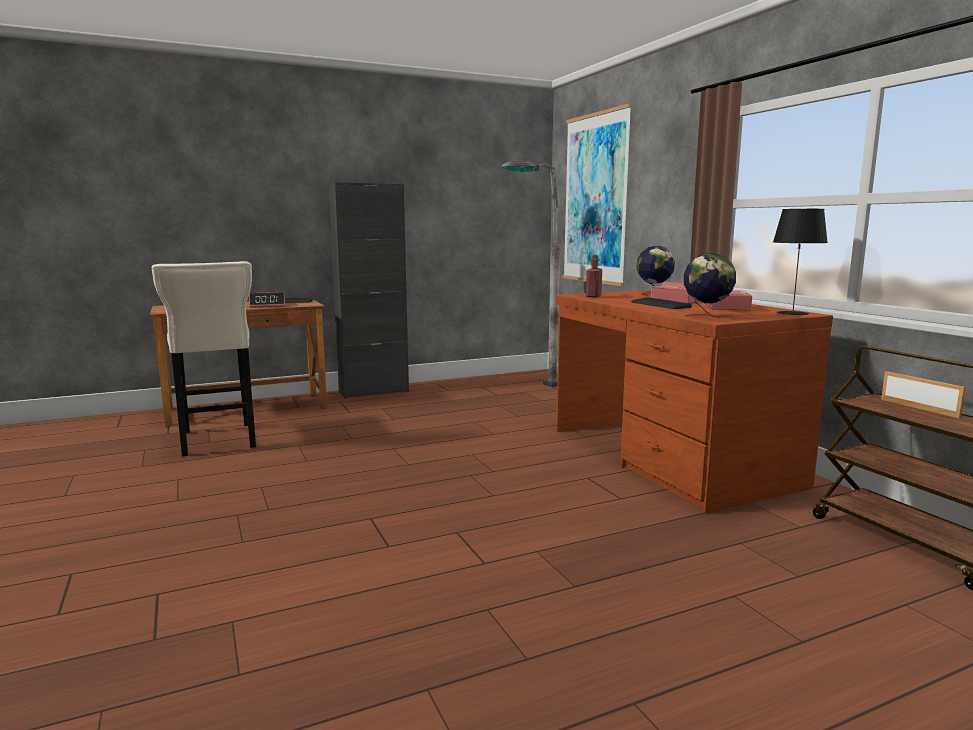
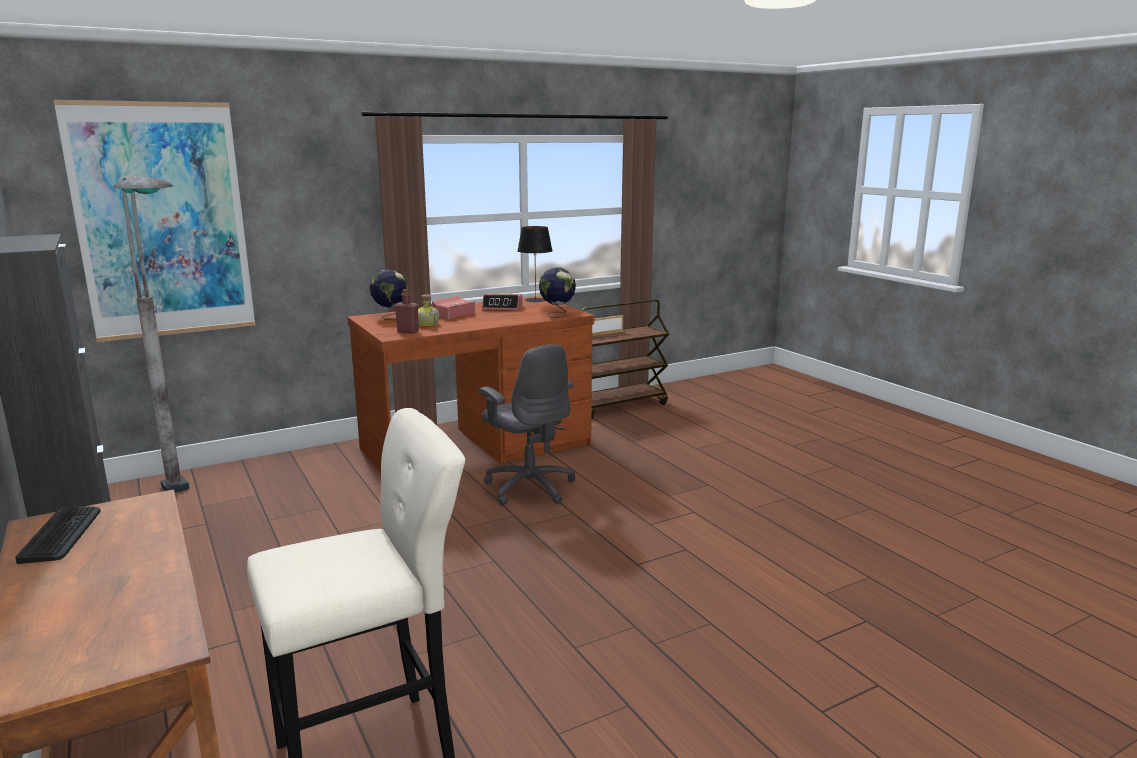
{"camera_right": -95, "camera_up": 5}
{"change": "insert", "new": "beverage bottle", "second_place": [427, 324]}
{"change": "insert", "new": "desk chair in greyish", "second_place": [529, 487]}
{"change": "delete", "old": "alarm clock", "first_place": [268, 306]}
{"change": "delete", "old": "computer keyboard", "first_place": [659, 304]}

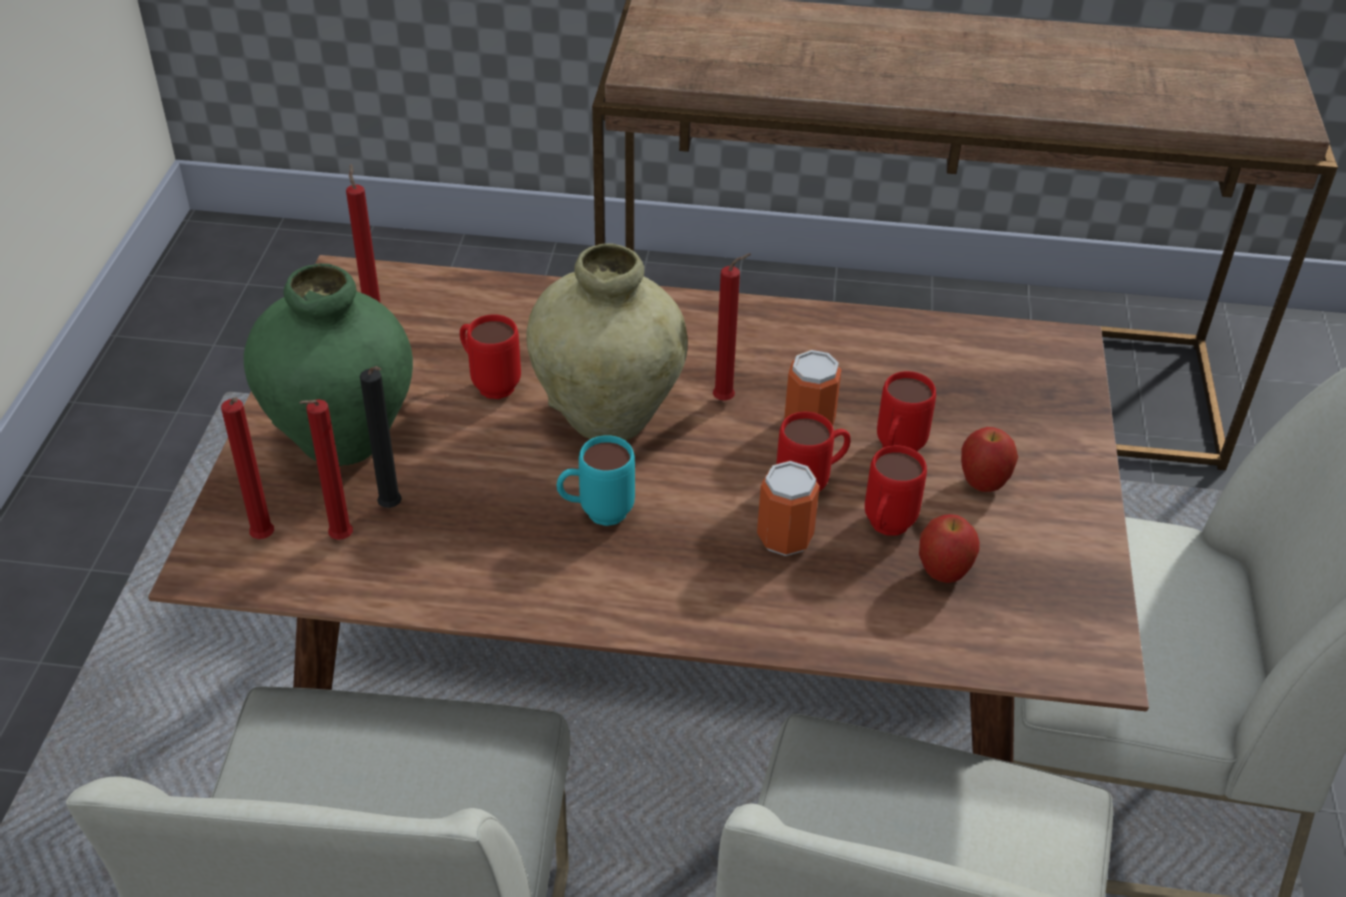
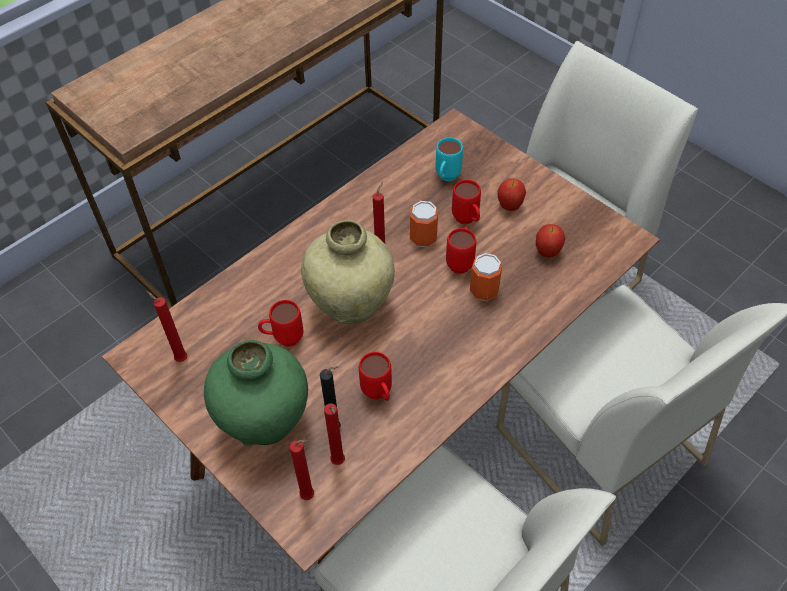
{"camera_right": -50, "camera_up": 10}
{"change": "move", "old": "coffee mug in red", "first_place": [885, 530], "second_place": [379, 395]}
{"change": "move", "old": "coffee mug in turquoise", "first_place": [596, 514], "second_place": [446, 178]}

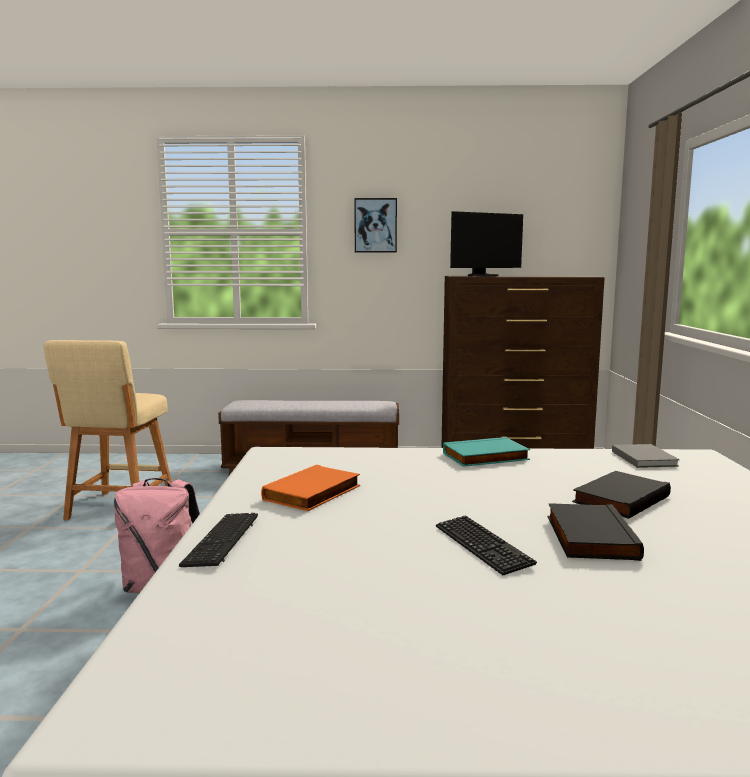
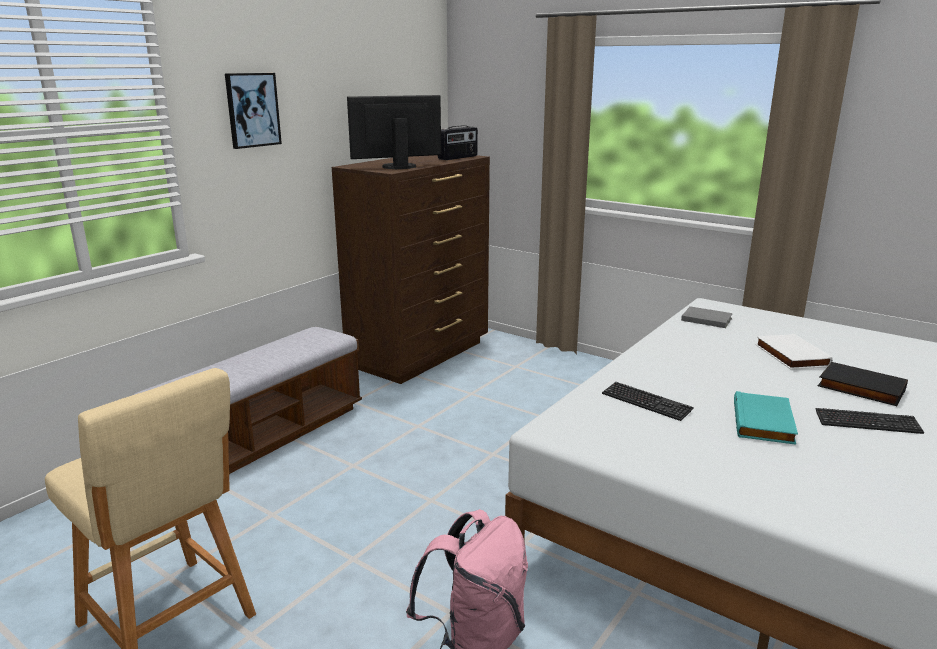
{"camera_right": -55, "camera_up": 10}
{"change": "rotate", "old": "computer screen", "first_place": [484, 276], "second_place": [398, 166], "degrees": -120}
{"change": "insert", "new": "radio", "second_place": [458, 157]}
{"change": "move", "old": "computer keyboard", "first_place": [222, 541], "second_place": [646, 402]}
{"change": "move", "old": "bound book in turquoise", "first_place": [486, 457], "second_place": [765, 423]}
{"change": "recolor", "old": "bound book in black-coloured", "new": "bound book in white", "first_place": [619, 499], "second_place": [789, 355]}
{"change": "delete", "old": "bound book in orange", "first_place": [313, 493]}

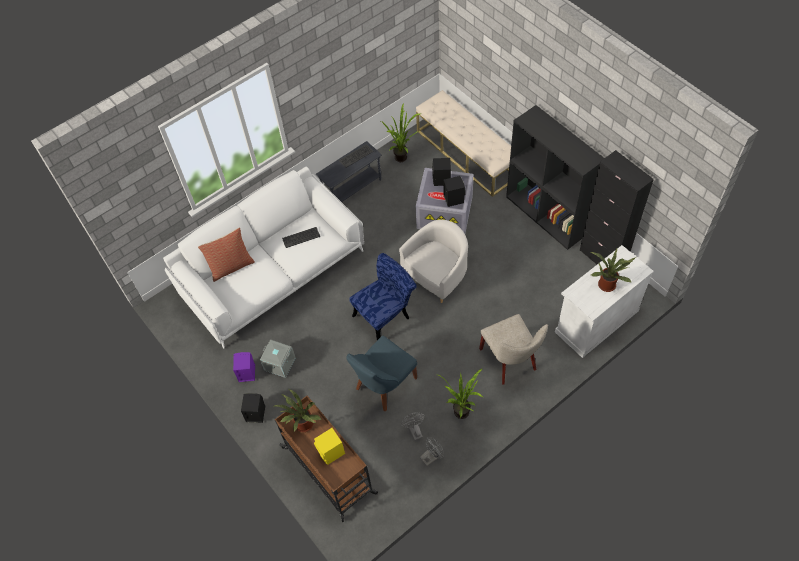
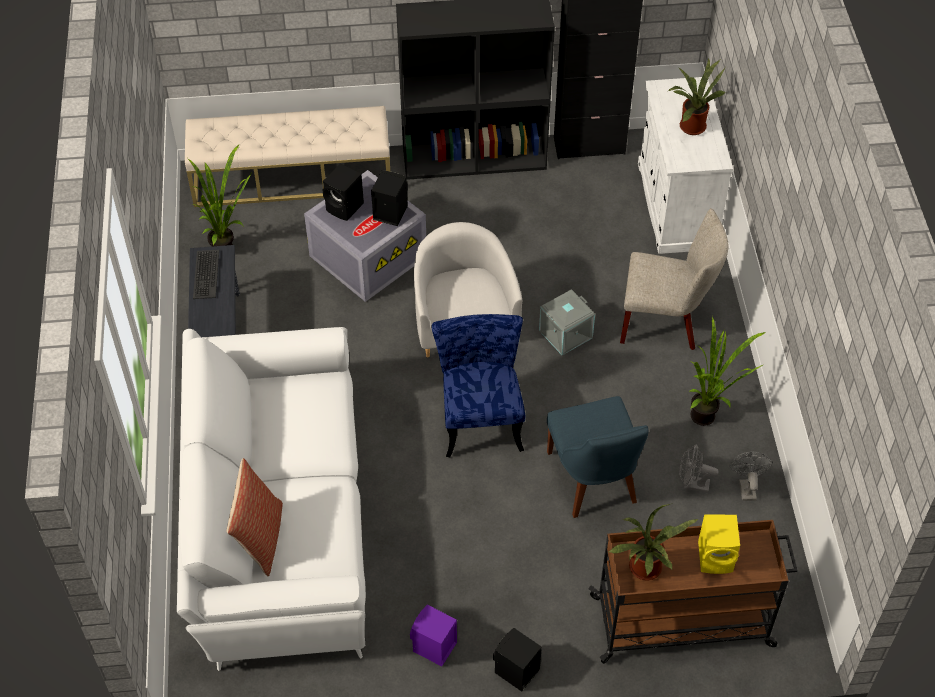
{"camera_right": -60, "camera_up": -5}
{"change": "move", "old": "storage bin in greyish", "first_place": [279, 364], "second_place": [566, 335]}
{"change": "delete", "old": "computer keyboard", "first_place": [301, 237]}

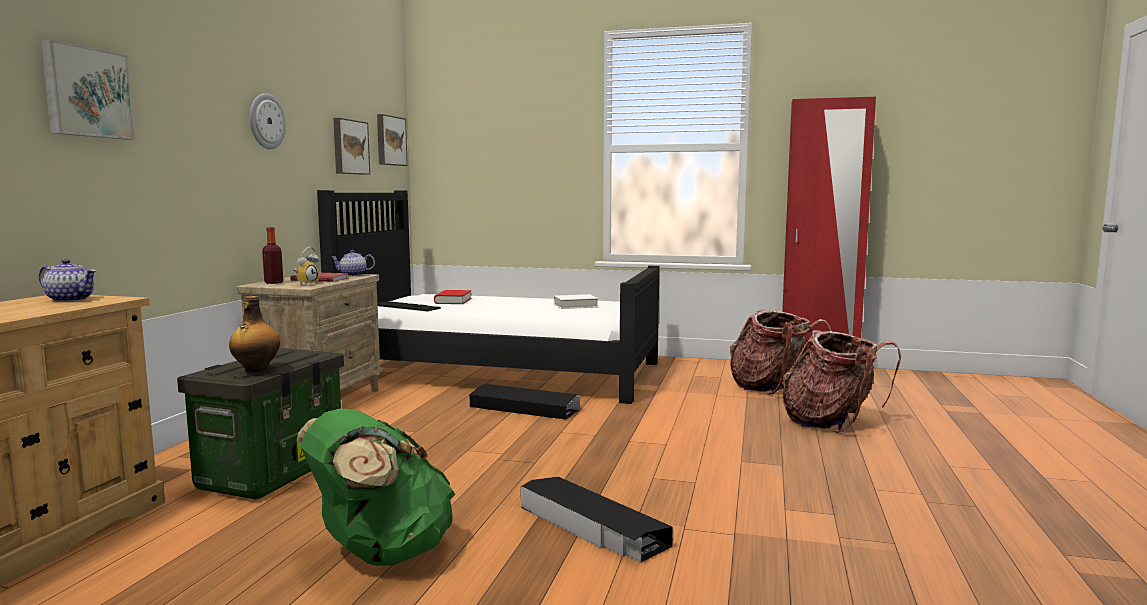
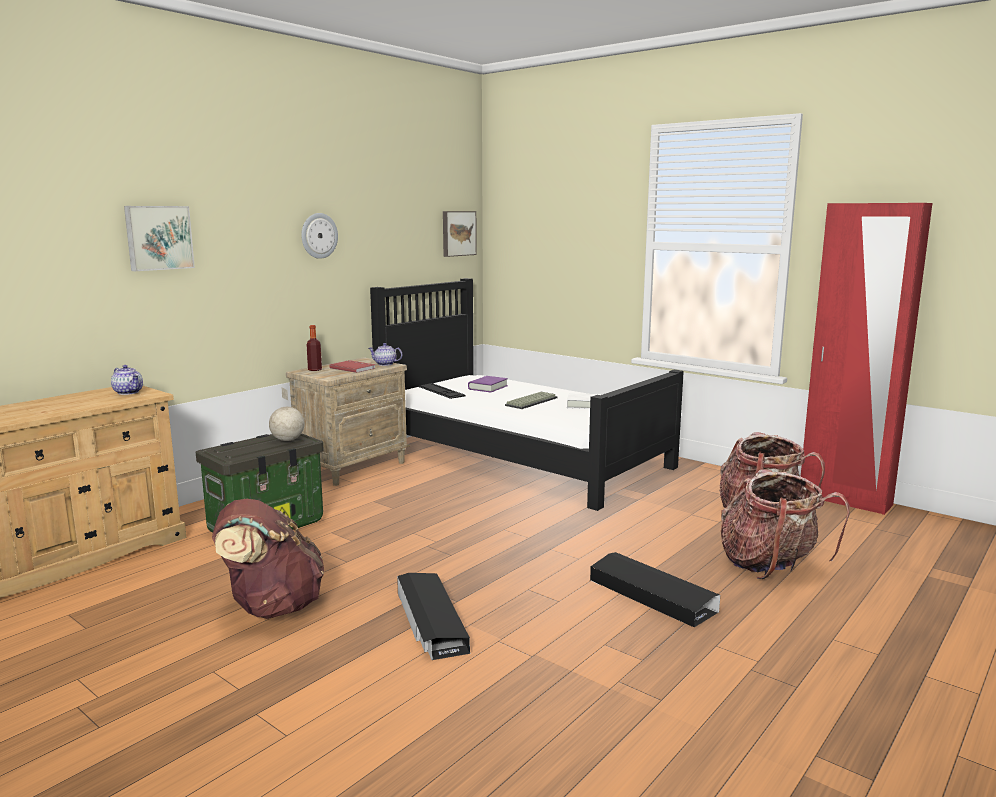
{"camera_right": 25, "camera_up": 5}
{"change": "recolor", "old": "knapsack in greenish", "new": "knapsack in brown", "first_place": [380, 553], "second_place": [272, 607]}
{"change": "insert", "new": "globe", "second_place": [287, 440]}
{"change": "recolor", "old": "bound book in red", "new": "bound book in purplish", "first_place": [453, 301], "second_place": [488, 387]}
{"change": "insert", "new": "computer keyboard", "second_place": [531, 401]}
{"change": "move", "old": "storage bin in black-coloured", "first_place": [524, 408], "second_place": [651, 595]}
{"change": "delete", "old": "beverage bottle", "first_place": [255, 369]}
{"change": "delete", "old": "alarm clock", "first_place": [306, 284]}
{"change": "delete", "old": "picture", "first_place": [349, 147]}

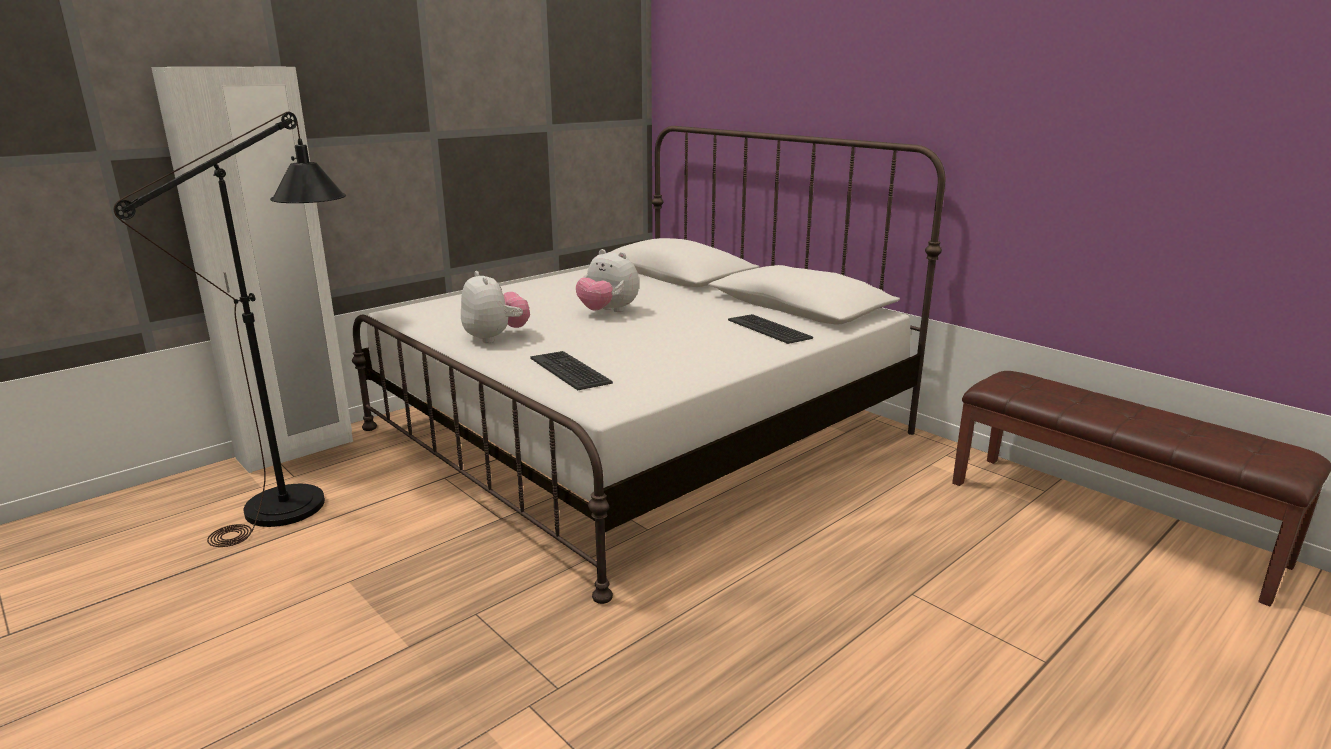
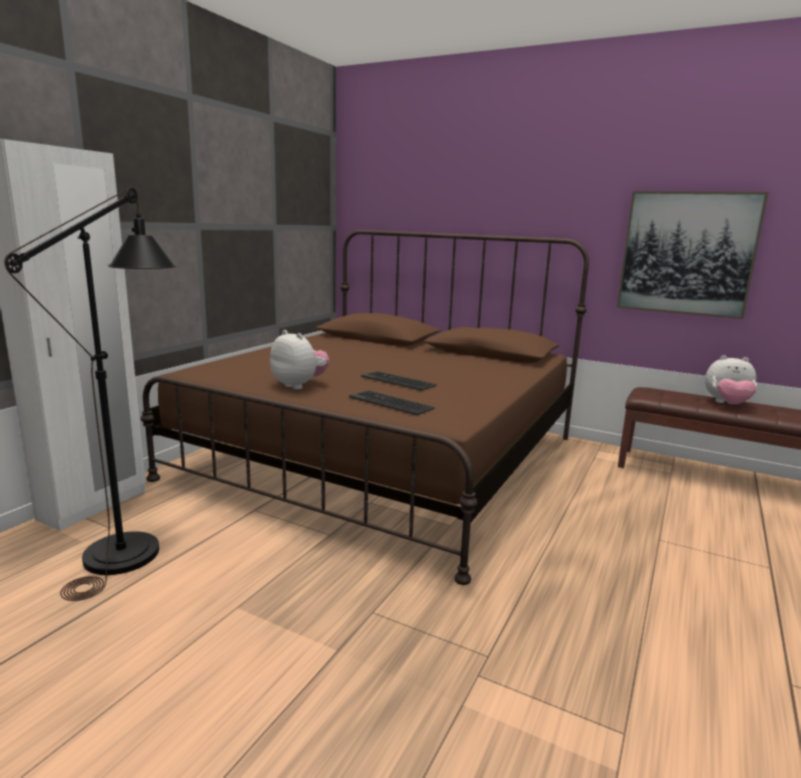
{"camera_right": -20, "camera_up": -5}
{"change": "recolor", "old": "sleeping bed in white", "new": "sleeping bed in brown", "first_place": [639, 431], "second_place": [383, 457]}
{"change": "move", "old": "computer keyboard", "first_place": [769, 329], "second_place": [398, 381]}
{"change": "insert", "new": "picture", "second_place": [687, 254]}
{"change": "move", "old": "soft toy", "first_place": [608, 312], "second_place": [727, 404]}

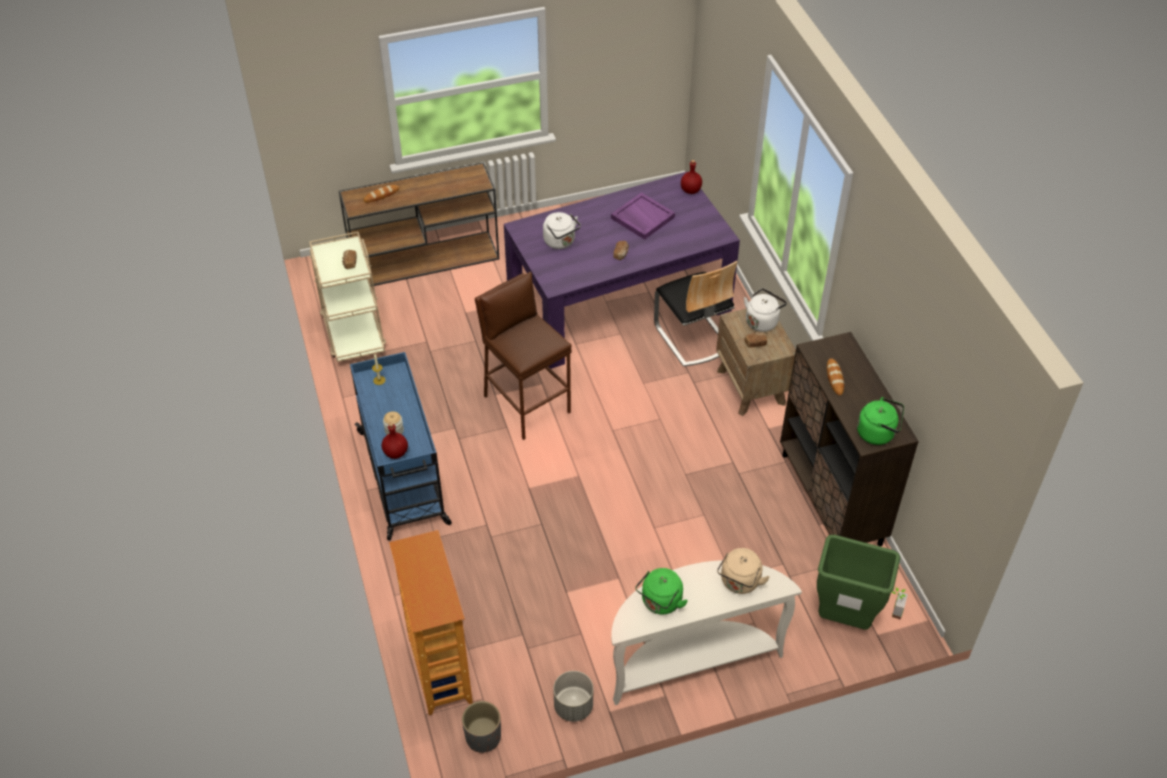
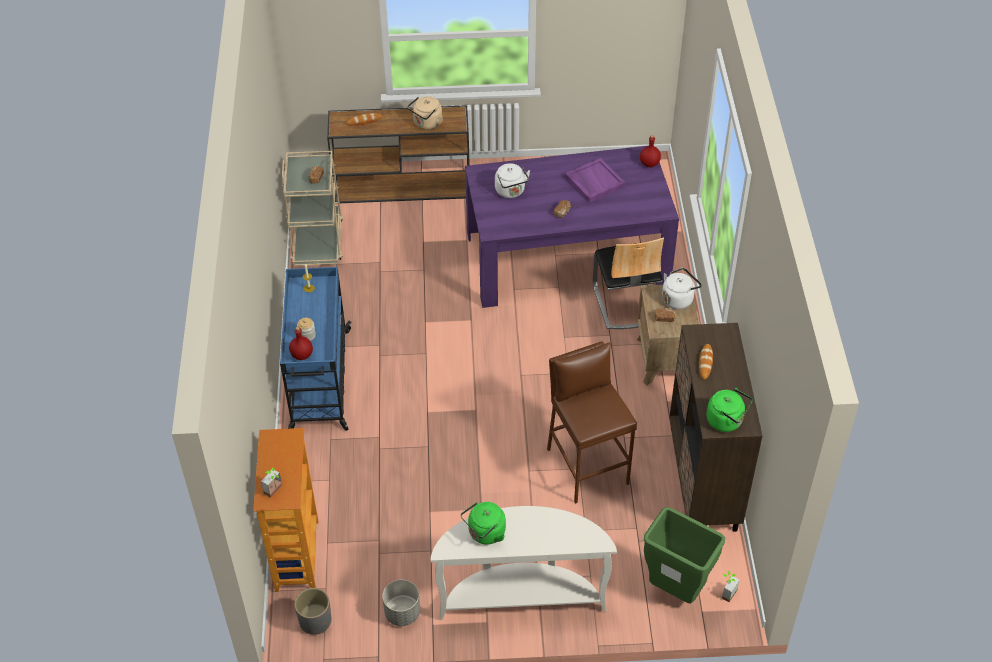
{"camera_right": 15, "camera_up": 0}
{"change": "insert", "new": "houseplant", "second_place": [276, 491]}
{"change": "move", "old": "water kettle in beige", "first_place": [739, 583], "second_place": [427, 124]}
{"change": "move", "old": "sitting stool in brown", "first_place": [526, 404], "second_place": [587, 466]}

